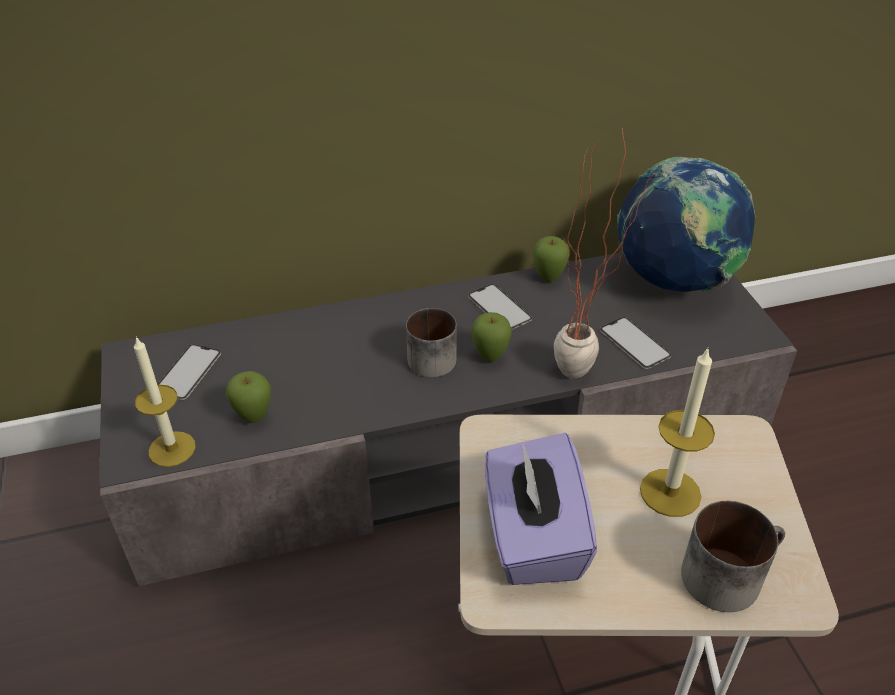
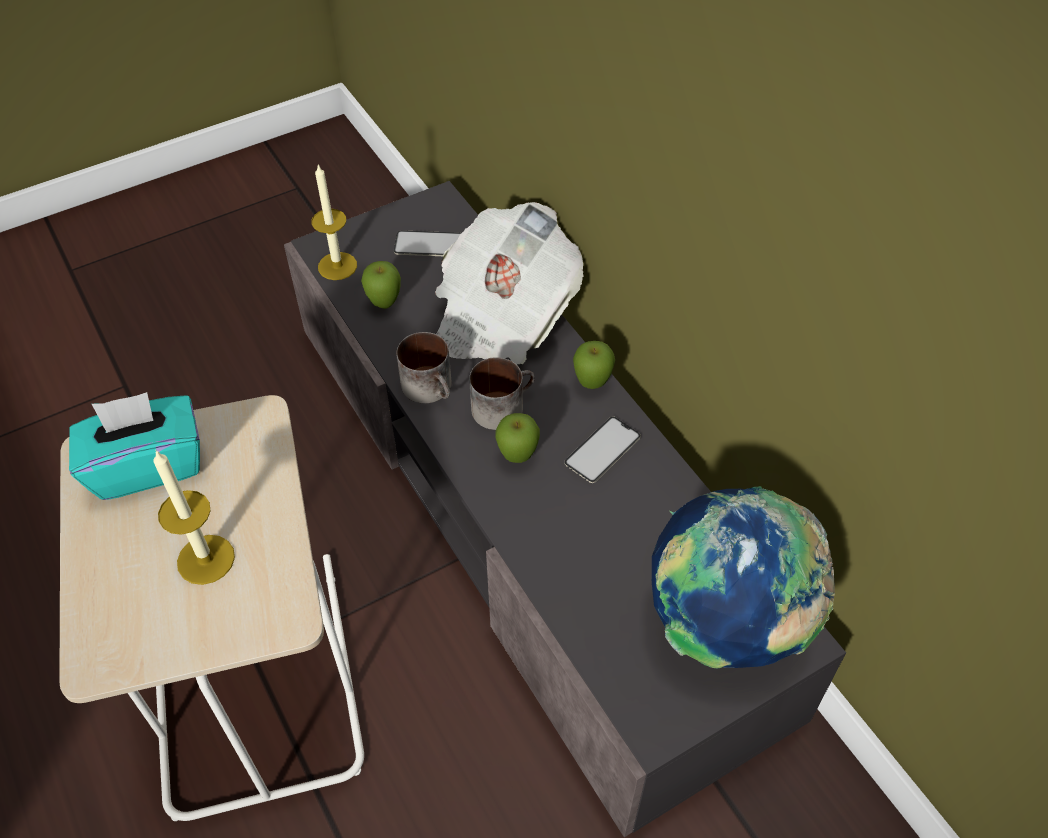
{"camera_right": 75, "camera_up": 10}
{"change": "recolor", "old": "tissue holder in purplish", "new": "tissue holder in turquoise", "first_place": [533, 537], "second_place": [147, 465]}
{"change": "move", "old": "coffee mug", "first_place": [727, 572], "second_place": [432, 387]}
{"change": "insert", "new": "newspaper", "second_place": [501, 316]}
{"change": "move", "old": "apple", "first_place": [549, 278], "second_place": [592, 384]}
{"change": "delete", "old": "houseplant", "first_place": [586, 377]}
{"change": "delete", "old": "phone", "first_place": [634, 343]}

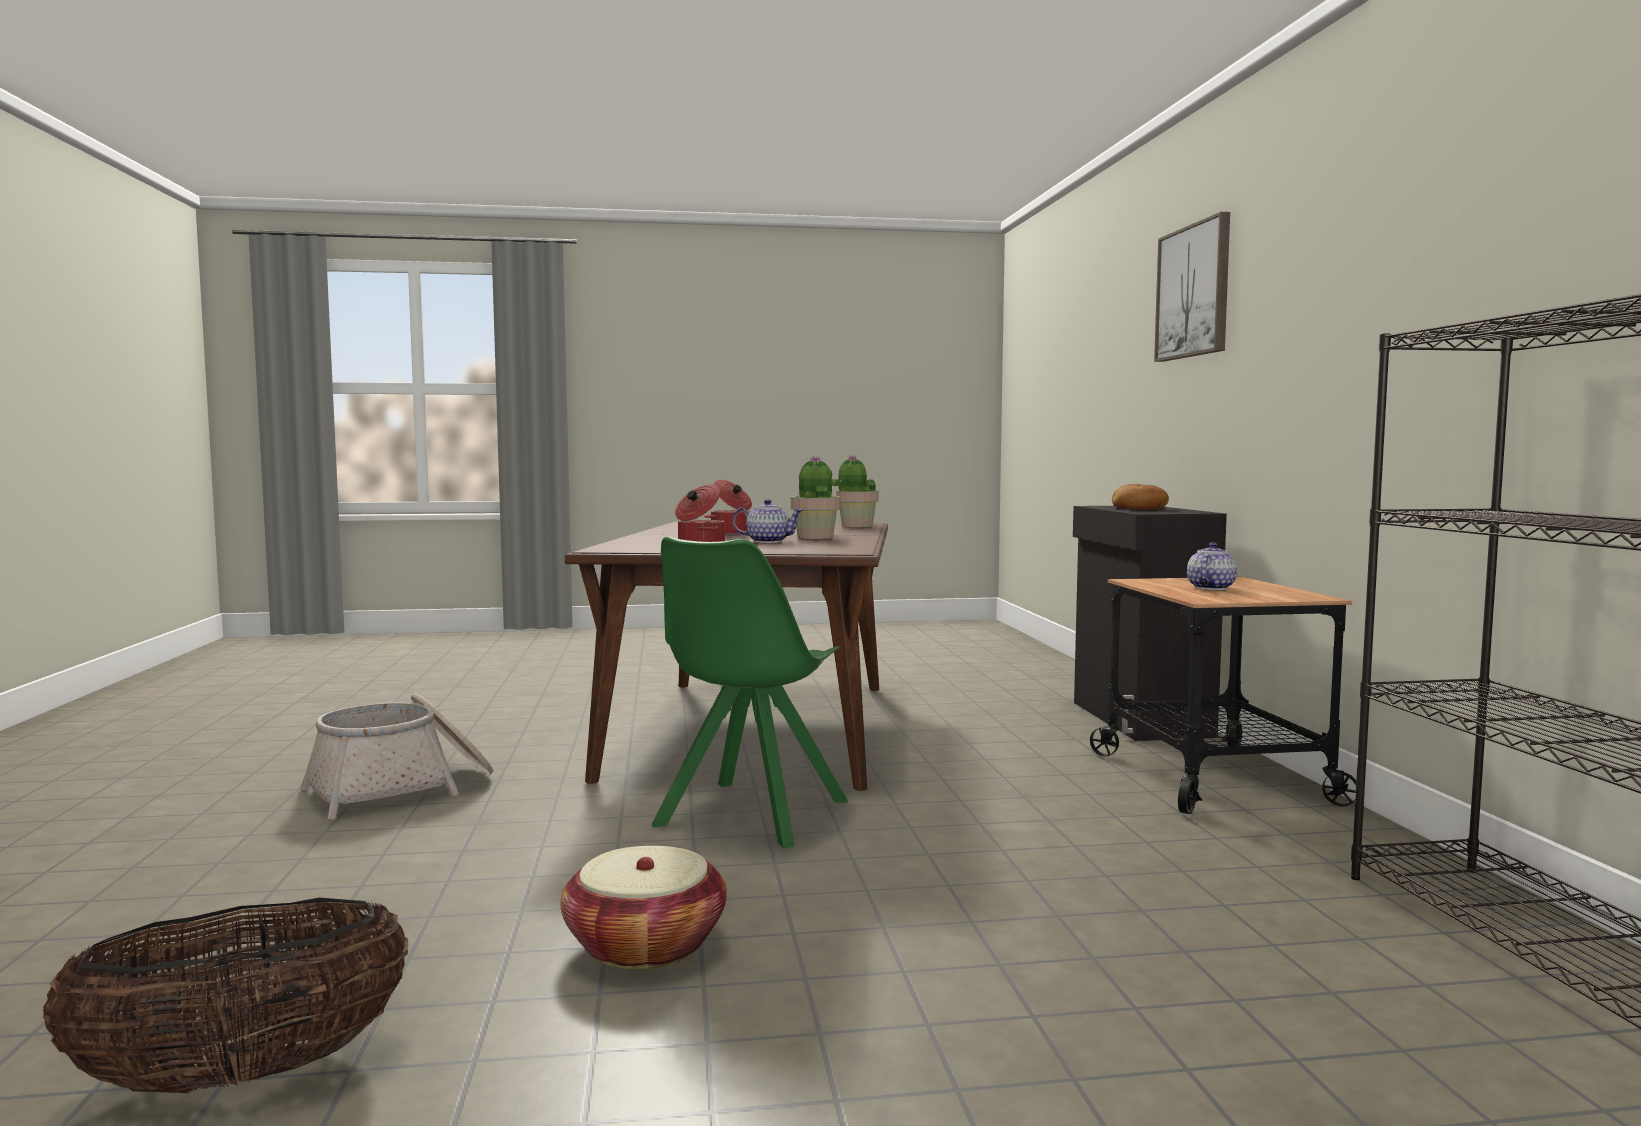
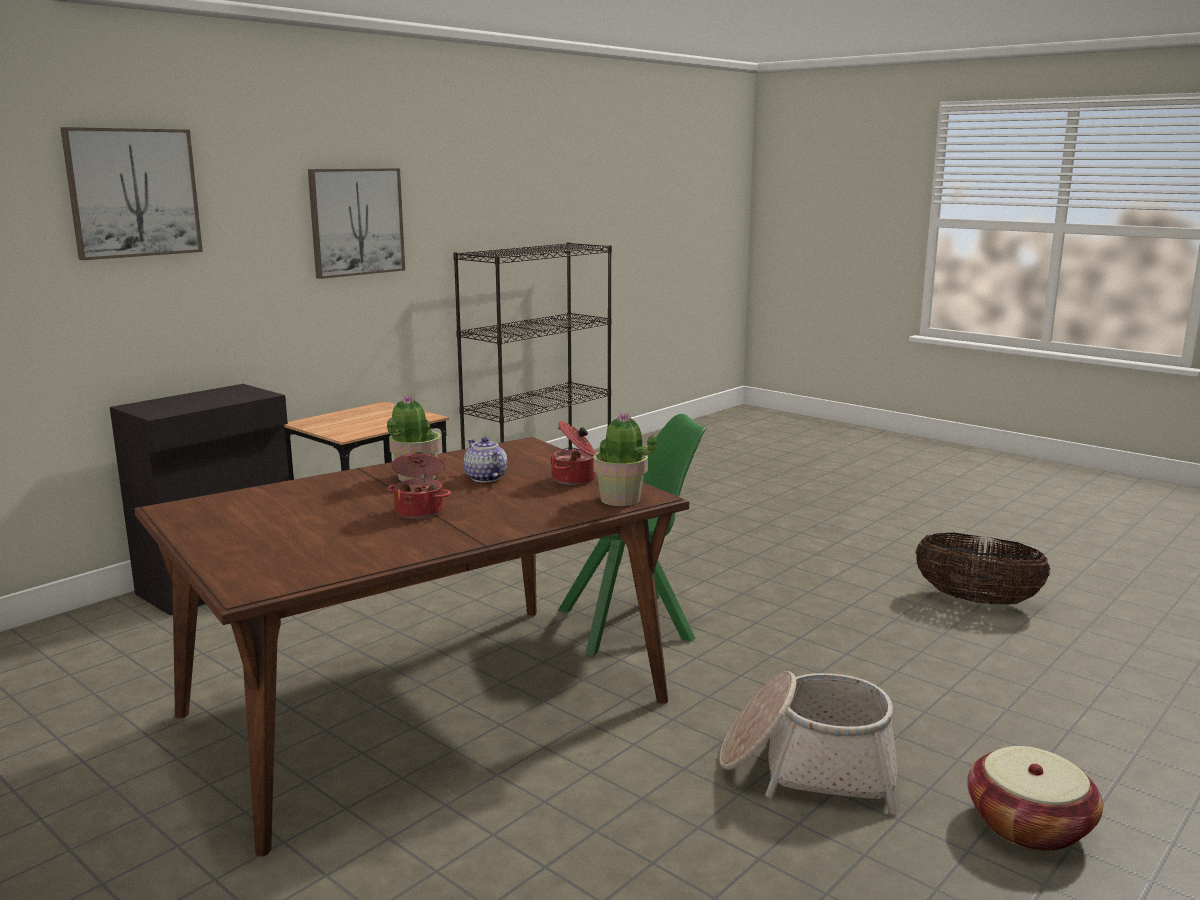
{"camera_right": -130, "camera_up": 10}
{"change": "insert", "new": "picture", "second_place": [356, 222]}
{"change": "move", "old": "houseplant", "first_place": [856, 526], "second_place": [620, 500]}
{"change": "move", "old": "basket", "first_place": [645, 945], "second_place": [1029, 826]}
{"change": "delete", "old": "bread", "first_place": [1139, 508]}
{"change": "delete", "old": "tea pot", "first_place": [1210, 588]}

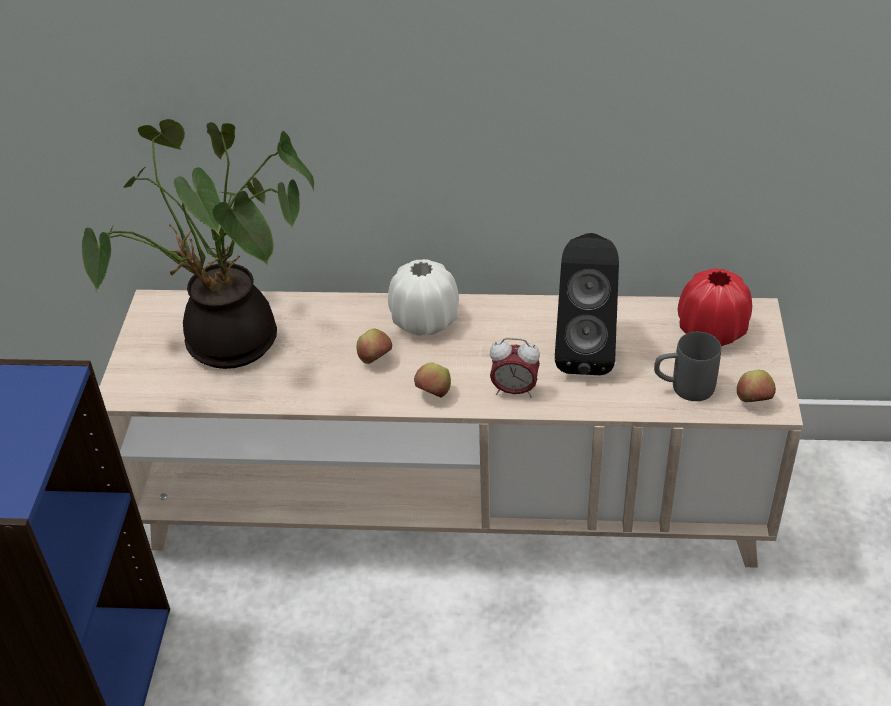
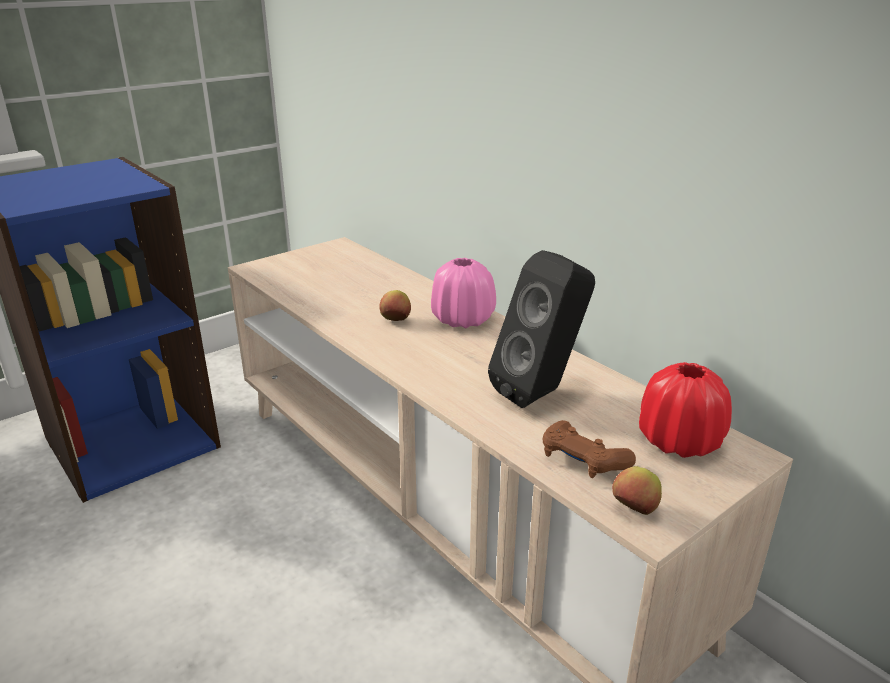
{"camera_right": 45, "camera_up": -15}
{"change": "recolor", "old": "flower vase in white", "new": "flower vase in pink", "first_place": [424, 321], "second_place": [462, 320]}
{"change": "replace", "old": "coffee mug in greyish", "new": "game controller in brown", "first_place": [683, 388], "second_place": [582, 460]}
{"change": "delete", "old": "houseplant", "first_place": [227, 347]}
{"change": "delete", "old": "apple", "first_place": [434, 394]}
{"change": "delete", "old": "alarm clock", "first_place": [514, 390]}

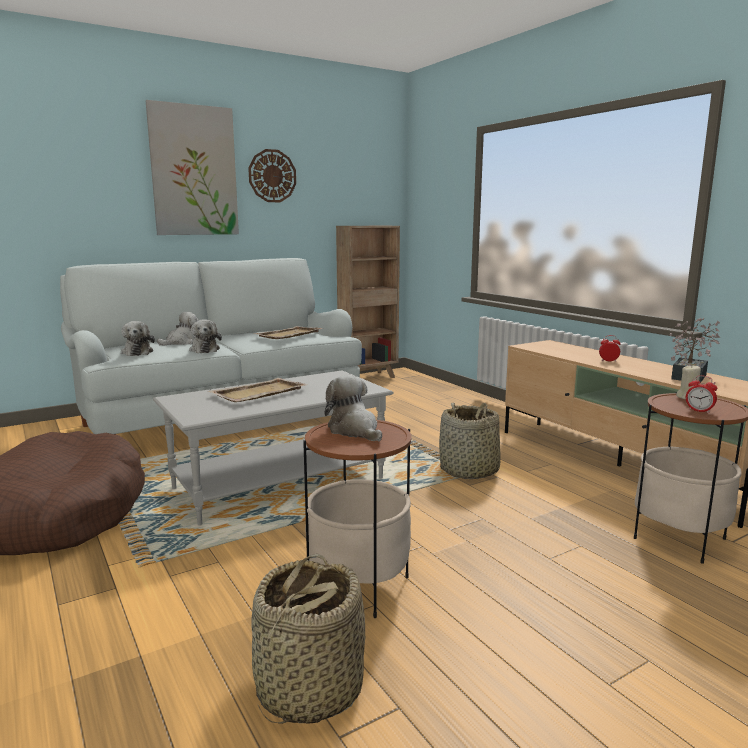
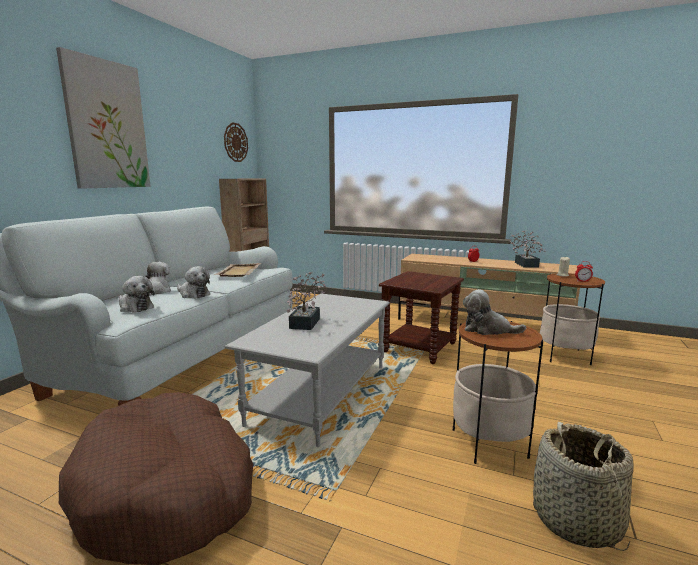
{"camera_right": -35, "camera_up": 0}
{"change": "move", "old": "clock on the wall", "first_place": [272, 176], "second_place": [235, 142]}
{"change": "replace", "old": "tray in beige", "new": "houseplant", "first_place": [258, 393], "second_place": [306, 322]}
{"change": "replace", "old": "basket", "new": "end table in brown", "first_place": [469, 471], "second_place": [420, 348]}

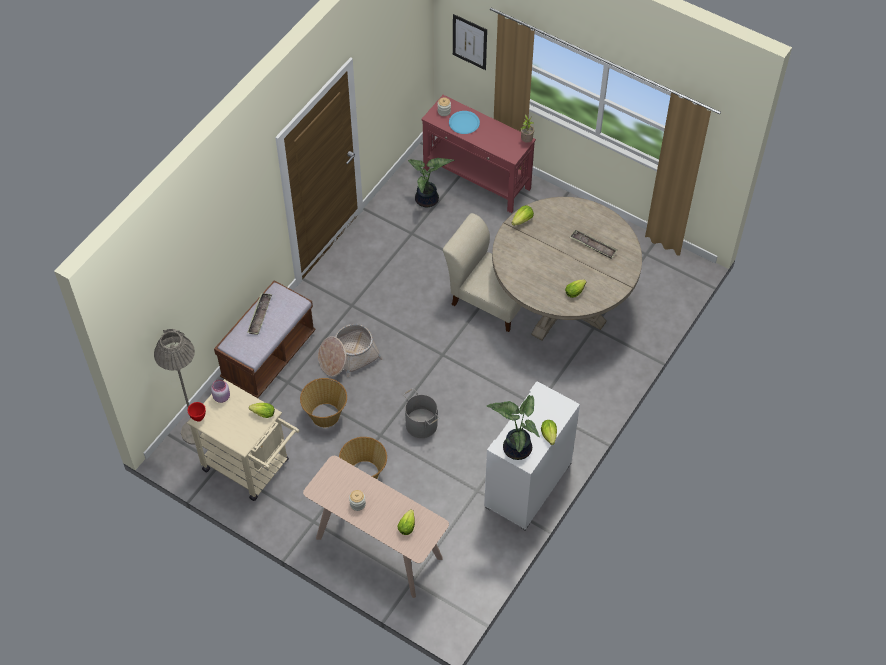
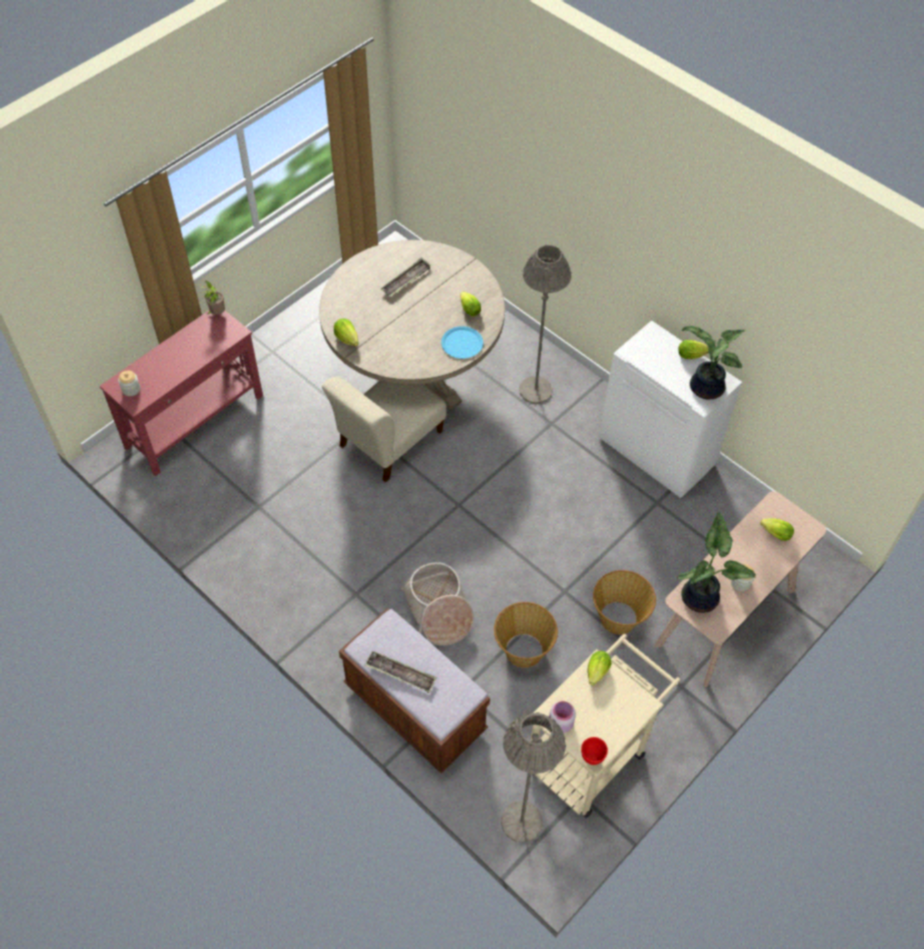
{"camera_right": -80, "camera_up": 0}
{"change": "move", "old": "flat dish in bluish", "first_place": [464, 123], "second_place": [462, 343]}
{"change": "insert", "new": "floor lamp in greyish", "second_place": [535, 390]}
{"change": "move", "old": "houseplant", "first_place": [428, 200], "second_place": [701, 596]}
{"change": "delete", "old": "water bucket in greyish", "first_place": [421, 424]}
{"change": "delete", "old": "picture", "first_place": [469, 41]}

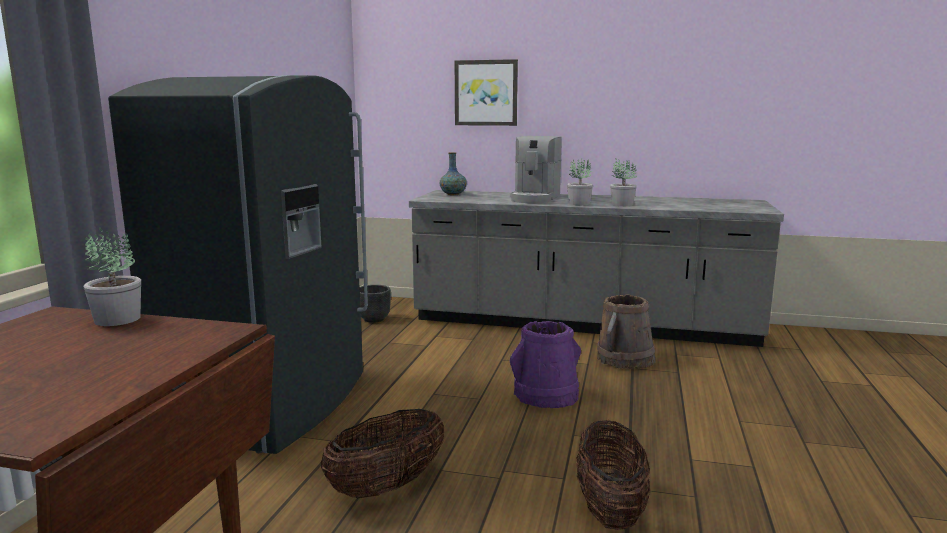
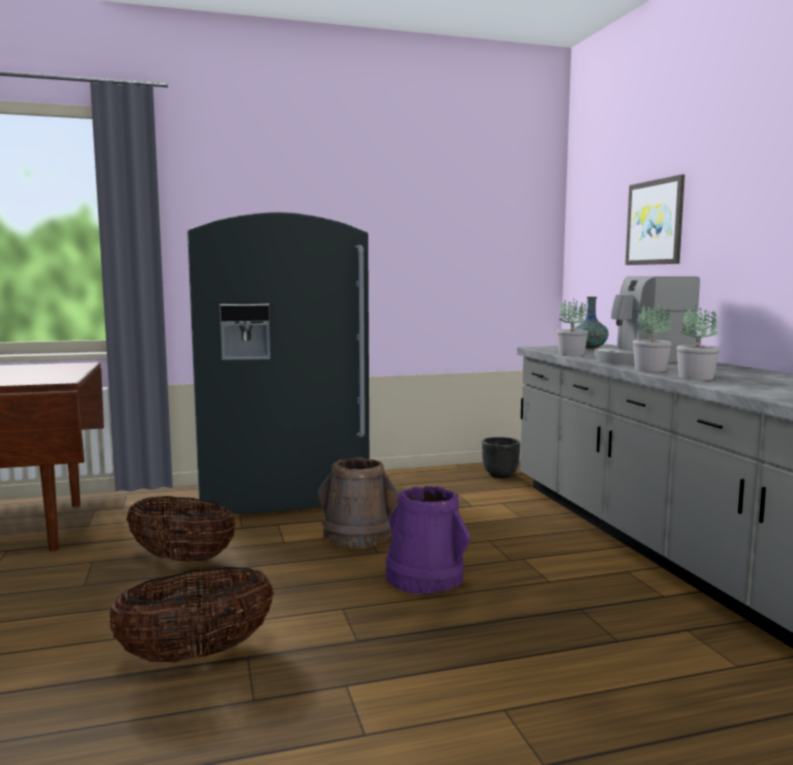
{"camera_right": 60, "camera_up": -5}
{"change": "move", "old": "water bucket in brown", "first_place": [625, 359], "second_place": [357, 536]}
{"change": "move", "old": "houseplant", "first_place": [116, 319], "second_place": [570, 354]}

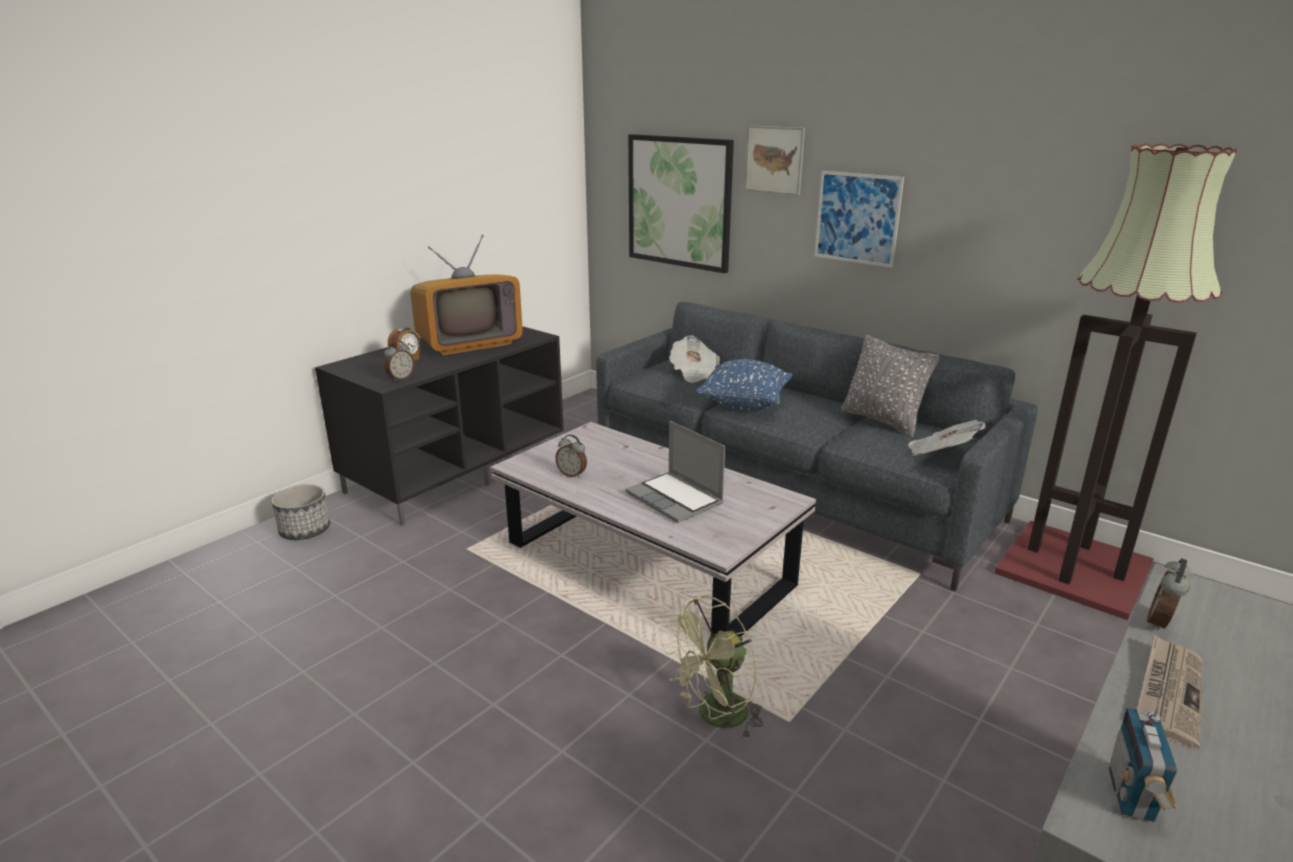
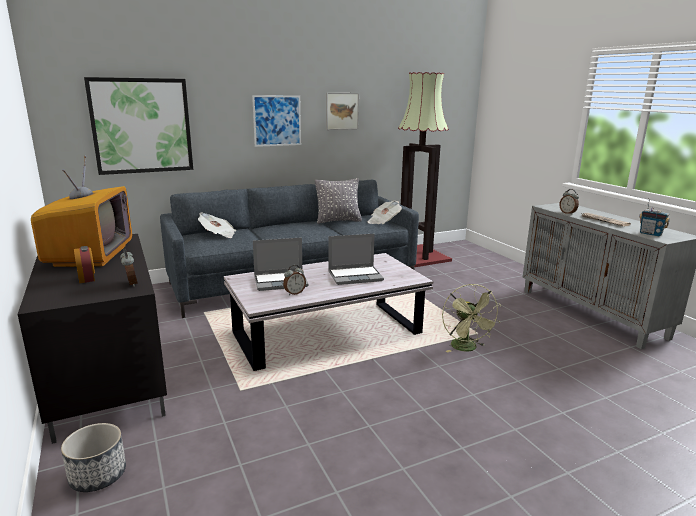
{"camera_right": -65, "camera_up": -5}
{"change": "insert", "new": "notebook computer", "second_place": [281, 281]}
{"change": "move", "old": "picture", "first_place": [774, 160], "second_place": [342, 111]}
{"change": "delete", "old": "pillow in bluish", "first_place": [744, 404]}

